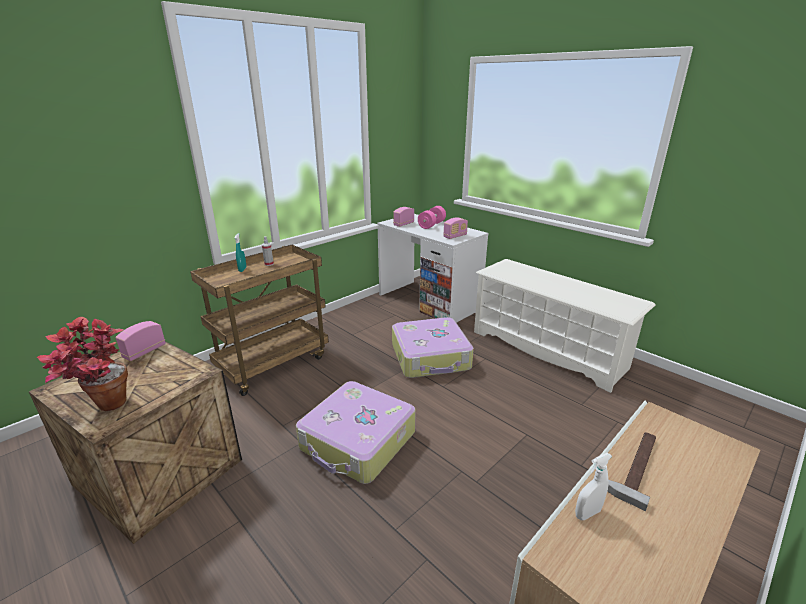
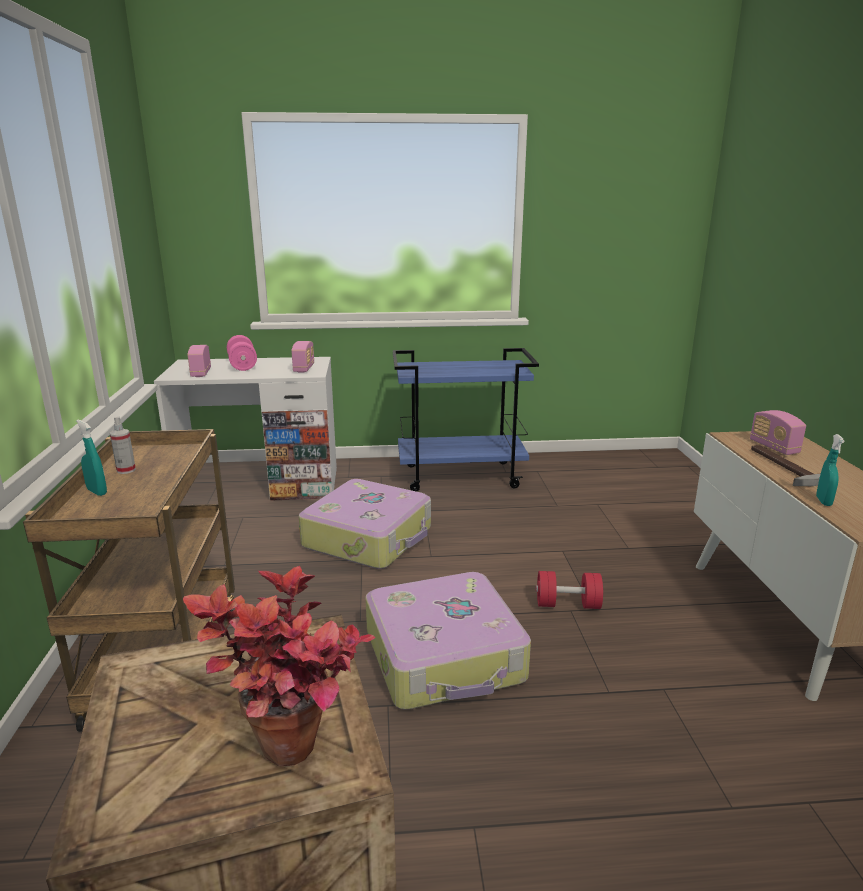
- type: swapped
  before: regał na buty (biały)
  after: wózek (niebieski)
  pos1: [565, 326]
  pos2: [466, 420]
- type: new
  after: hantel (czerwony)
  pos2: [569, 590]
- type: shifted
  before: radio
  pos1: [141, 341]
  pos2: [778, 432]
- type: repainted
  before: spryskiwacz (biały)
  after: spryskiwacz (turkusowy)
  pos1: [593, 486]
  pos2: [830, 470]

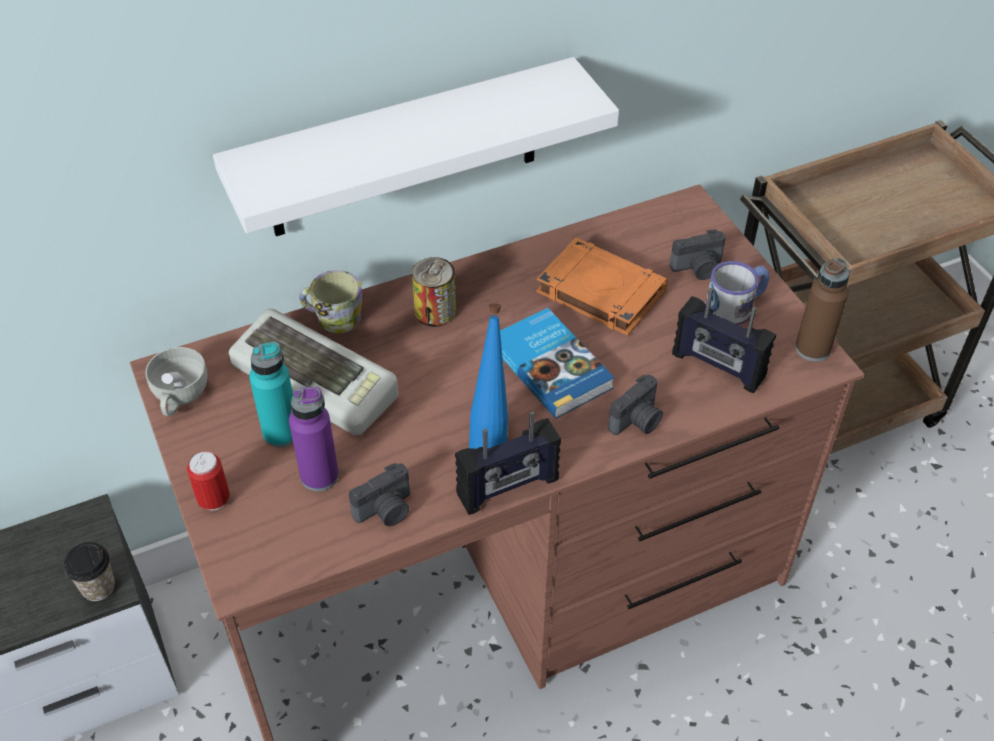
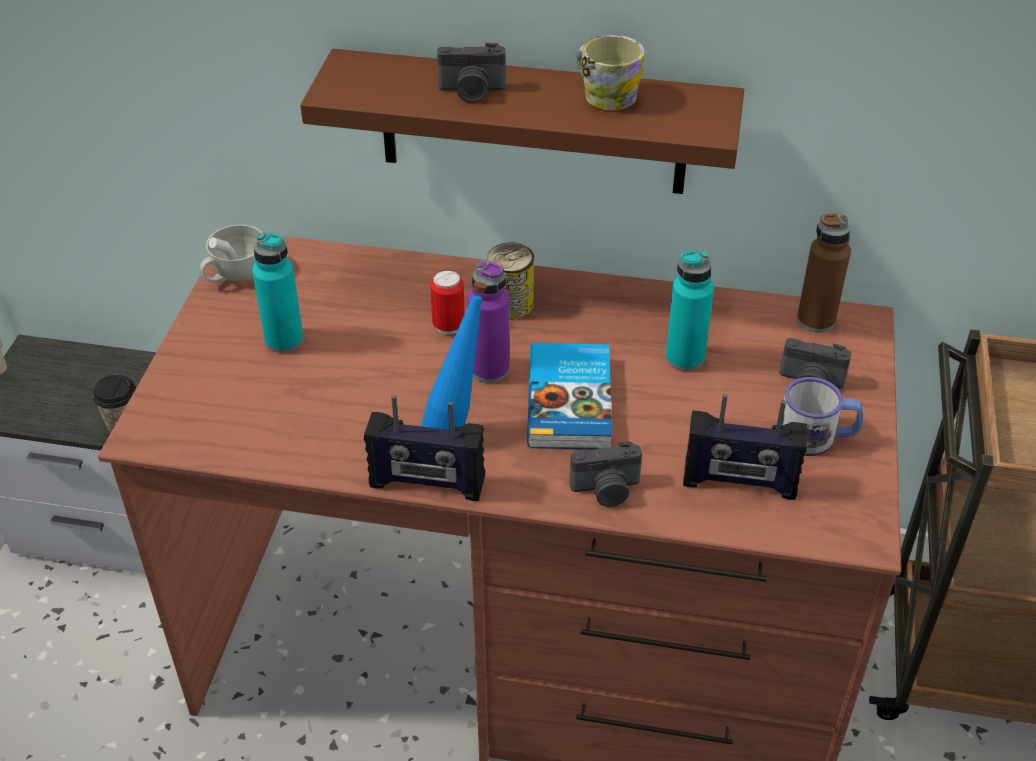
- type: repainted
  before: półka (biały)
  after: półka (brązowy)
  pos1: [416, 146]
  pos2: [522, 121]
- type: shifted
  before: puszka
  pos1: [208, 481]
  pos2: [447, 302]
- type: shifted
  before: aparat fotograficzny
  pos1: [379, 494]
  pos2: [471, 73]
- type: shifted
  before: butelka (fioletowy)
  pos1: [314, 439]
  pos2: [488, 321]
- type: shifted
  before: kubek
  pos1: [330, 301]
  pos2: [610, 72]
- type: swapped
  before: książka (pomarańczowy)
  after: butelka (turkusowy)
  pos1: [602, 287]
  pos2: [689, 310]
- type: rotated
  before: radio
  pos1: [724, 340]
  pos2: [745, 447]
  turn: -60
- type: shifted
  before: butelka (brązowy)
  pos1: [822, 310]
  pos2: [824, 273]
- type: gone
  before: klawiatura
  pos1: [313, 372]

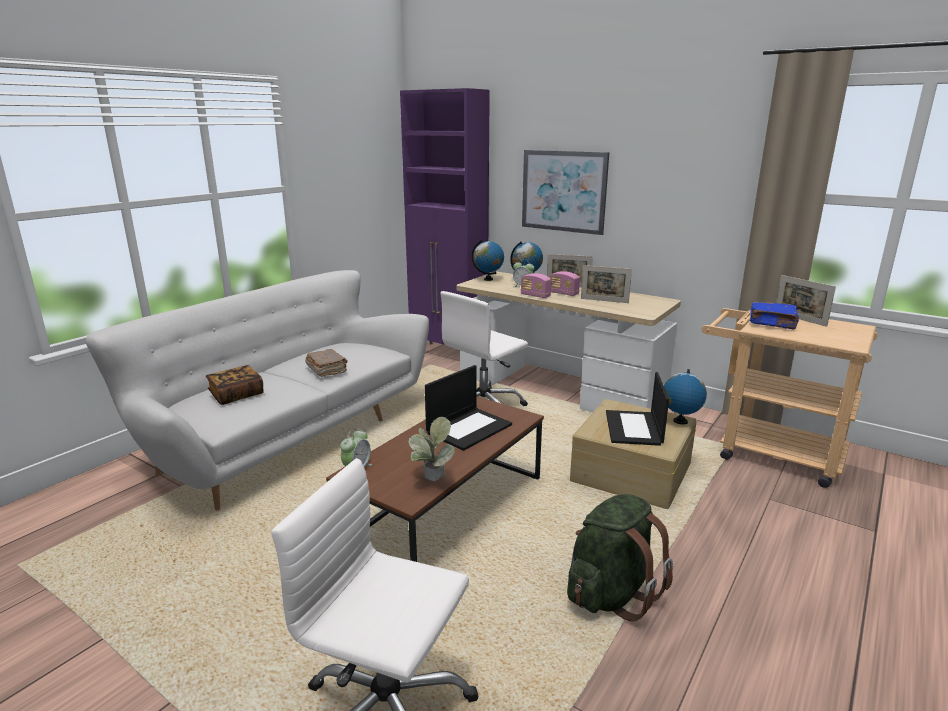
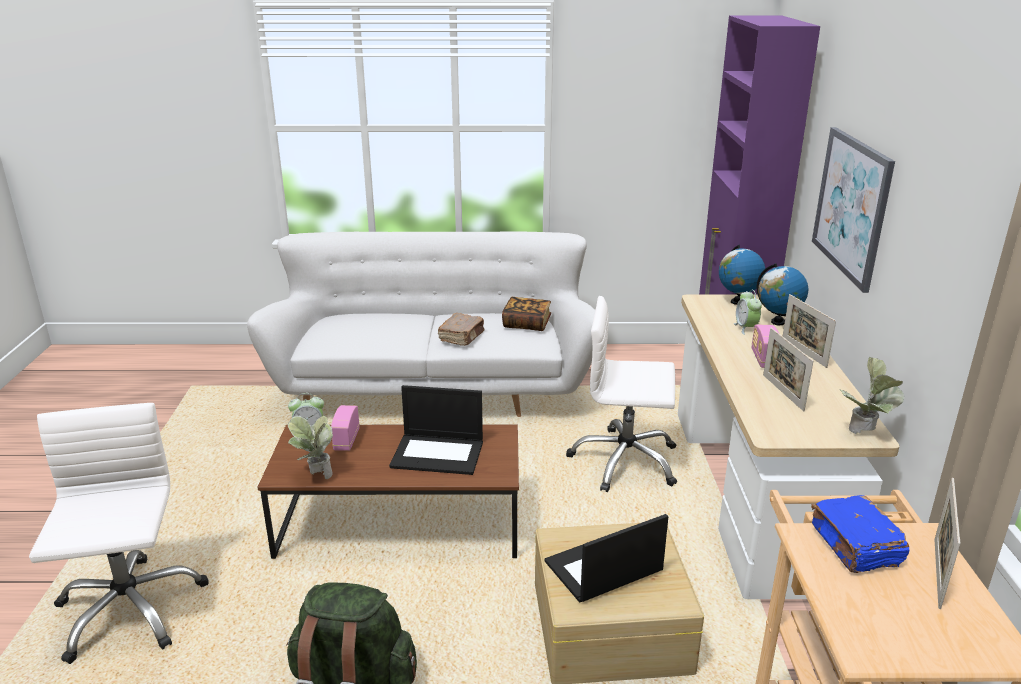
- type: shifted
  before: radio
  pos1: [536, 285]
  pos2: [345, 428]
- type: shifted
  before: książka
  pos1: [235, 385]
  pos2: [526, 314]
- type: new
  after: roślina doniczkowa
  pos2: [872, 395]
- type: gone
  before: globus
  pos1: [685, 396]

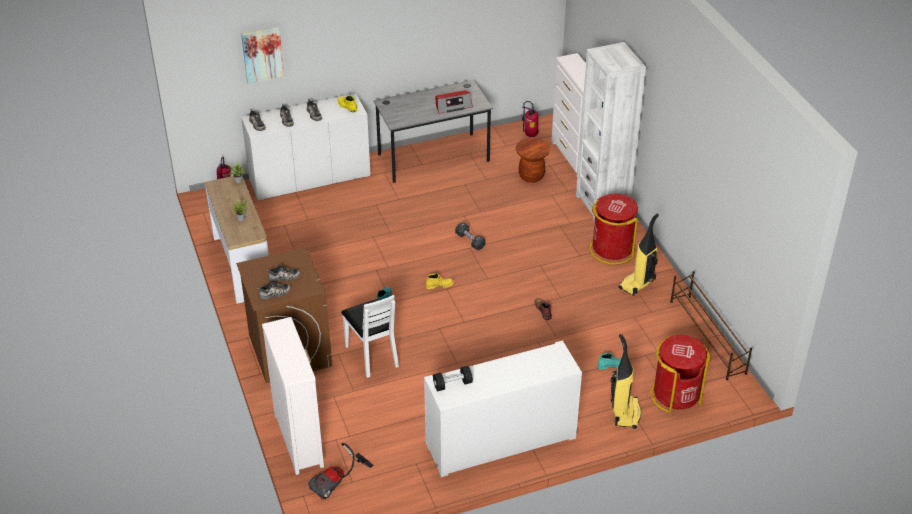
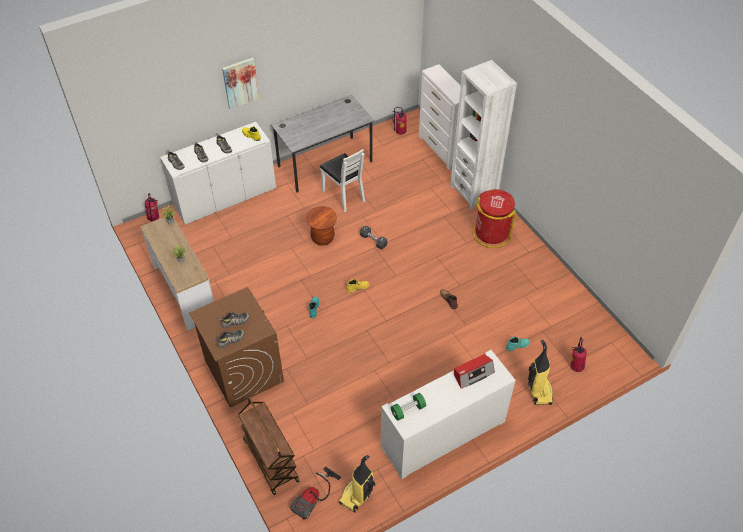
- type: shifted
  before: obraz
  pos1: [262, 55]
  pos2: [240, 84]
- type: swapped
  before: komoda (biały)
  after: wózek (brązowy)
  pos1: [293, 396]
  pos2: [269, 446]
- type: shifted
  before: stołek (brązowy)
  pos1: [533, 160]
  pos2: [321, 226]
- type: shifted
  before: krzesło (biały)
  pos1: [370, 336]
  pos2: [342, 180]
- type: shifted
  before: odkurzacz
  pos1: [639, 255]
  pos2: [357, 484]
- type: repainted
  before: hantel (czarny)
  after: hantel (zielony)
  pos1: [453, 378]
  pos2: [408, 407]
- type: shifted
  before: radio
  pos1: [454, 102]
  pos2: [474, 371]
- type: swapped
  before: kosz na śmieci (czerwony)
  after: gaśnica
  pos1: [680, 374]
  pos2: [579, 354]
- type: gone
  before: regał na buty (brązowy)
  pos1: [711, 325]

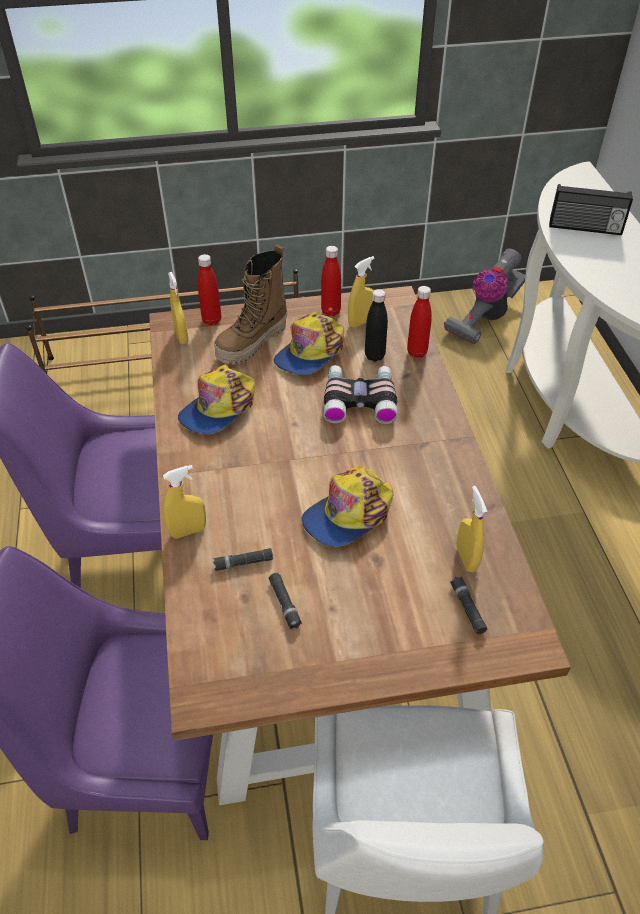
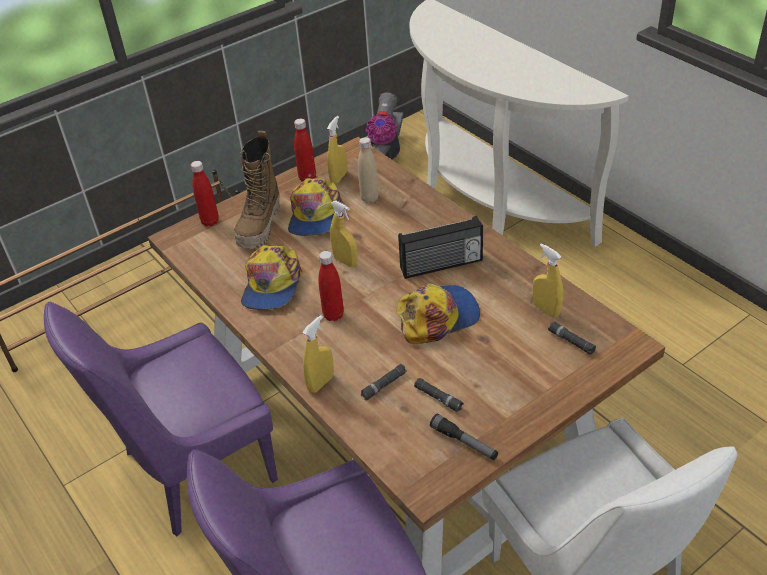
- type: shifted
  before: butelka (czerwony)
  pos1: [419, 322]
  pos2: [331, 286]
- type: shifted
  before: spryskiwacz (żółty)
  pos1: [178, 308]
  pos2: [344, 233]
- type: repainted
  before: butelka (czarny)
  after: butelka (beżowy)
  pos1: [376, 325]
  pos2: [368, 170]
- type: rotated
  before: czapka z daszkiem
  pos1: [347, 507]
  pos2: [438, 314]
  turn: -135
- type: shifted
  before: radio
  pos1: [591, 209]
  pos2: [440, 247]
- type: new
  after: latarka
  pos2: [464, 437]
- type: gone
  before: lornetka
  pos1: [361, 394]

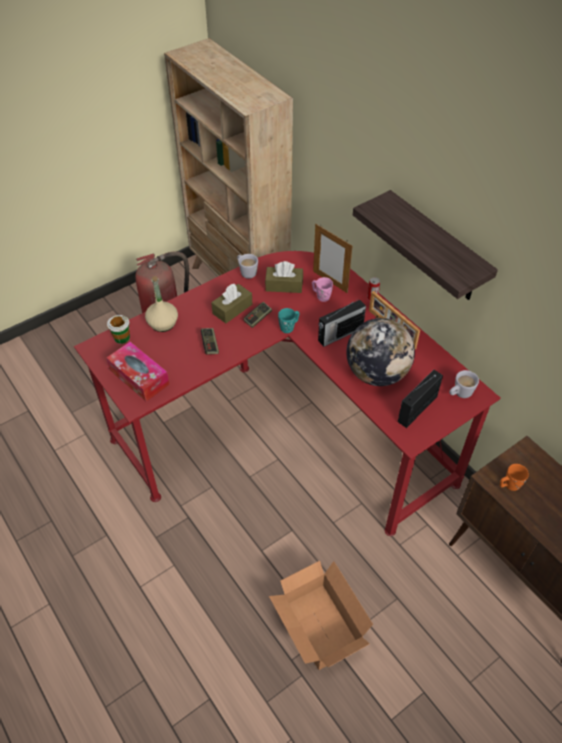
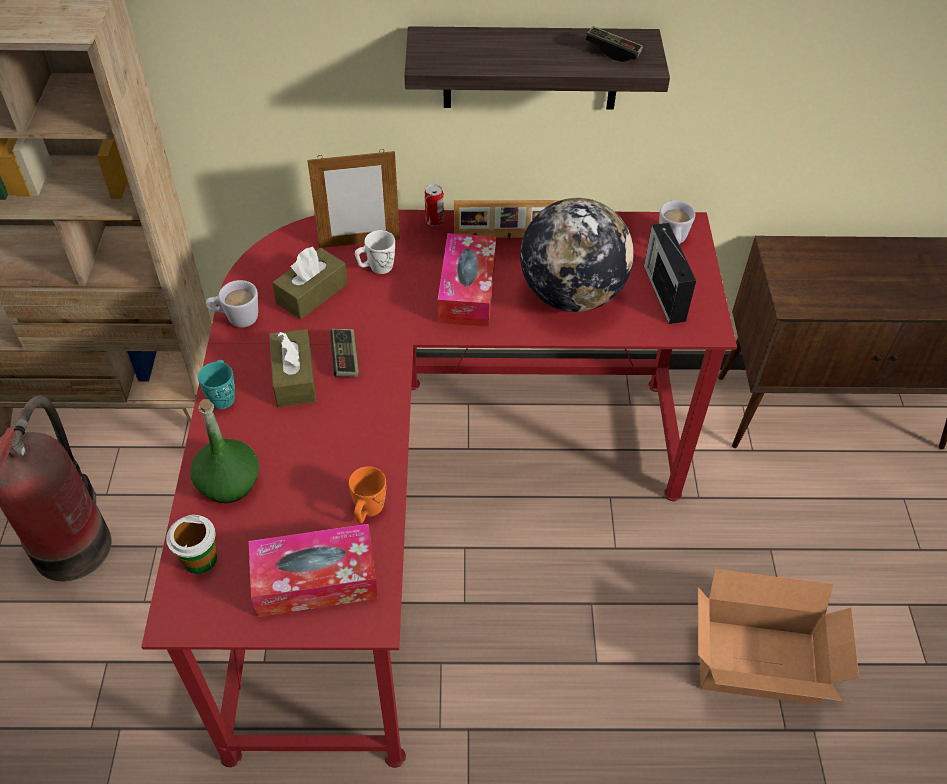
- type: repainted
  before: butelka (beżowy)
  after: butelka (zielony)
  pos1: [161, 304]
  pos2: [224, 451]
- type: shifted
  before: kubek (turkusowy)
  pos1: [289, 320]
  pos2: [216, 384]
- type: shifted
  before: kubek (pomarańczowy)
  pos1: [514, 477]
  pos2: [367, 494]
- type: repainted
  before: kubek (różowy)
  after: kubek (biały)
  pos1: [322, 289]
  pos2: [375, 252]
- type: swapped
  before: radio
  after: pudełko chusteczek
  pos1: [342, 323]
  pos2: [467, 280]
- type: shifted
  before: pad do gier
  pos1: [210, 341]
  pos2: [614, 44]

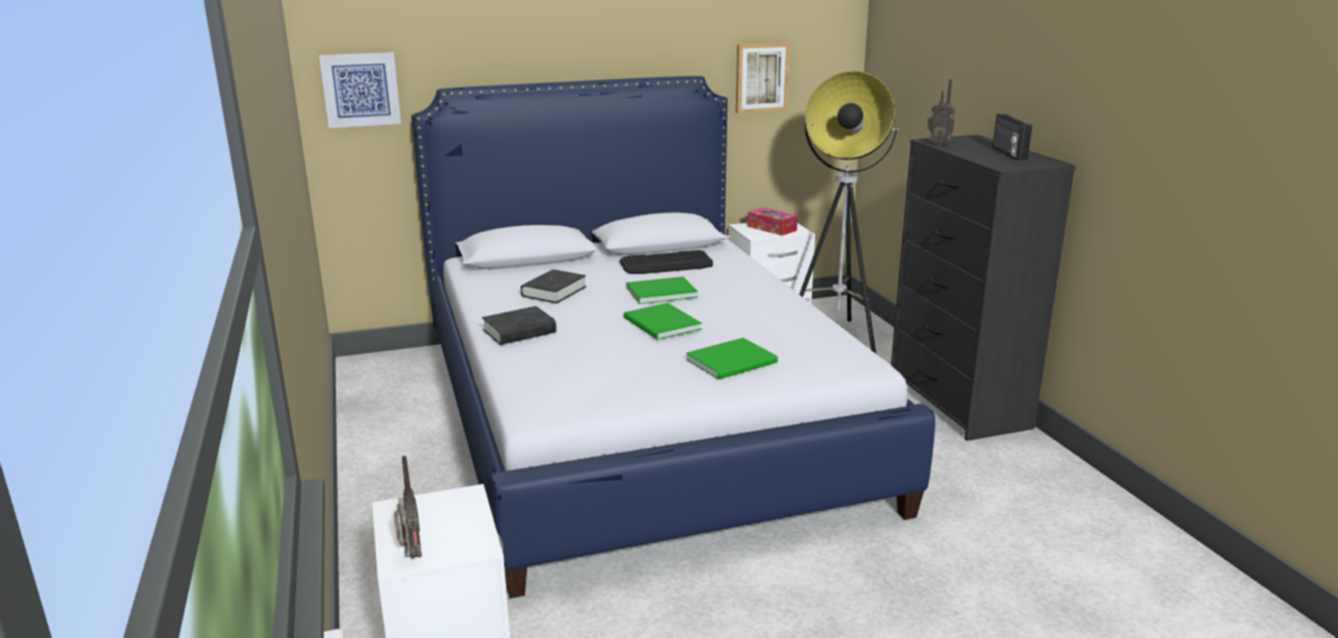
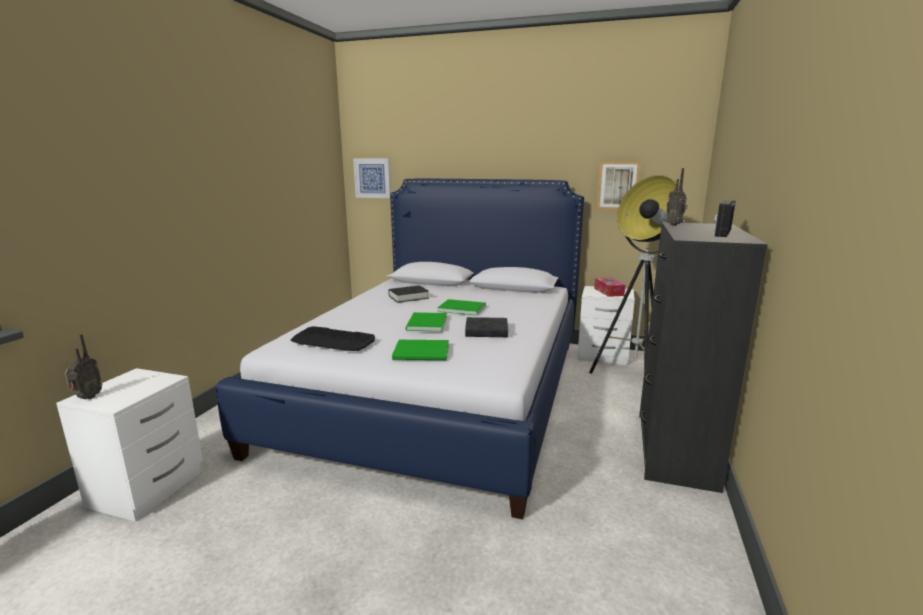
- type: shifted
  before: klawiatura
  pos1: [666, 262]
  pos2: [333, 338]
- type: shifted
  before: książka (czarny)
  pos1: [519, 325]
  pos2: [486, 327]

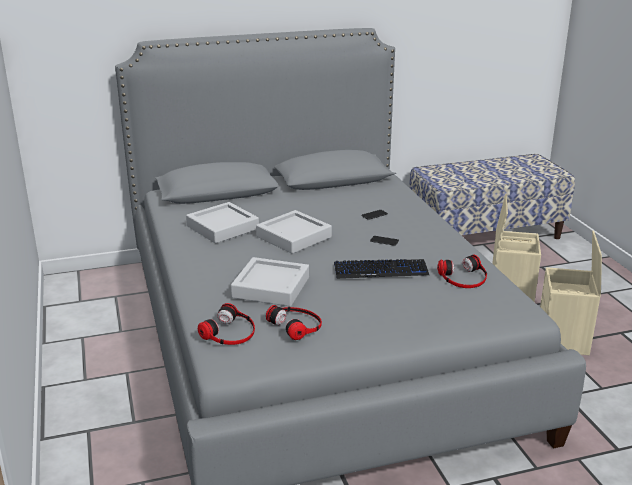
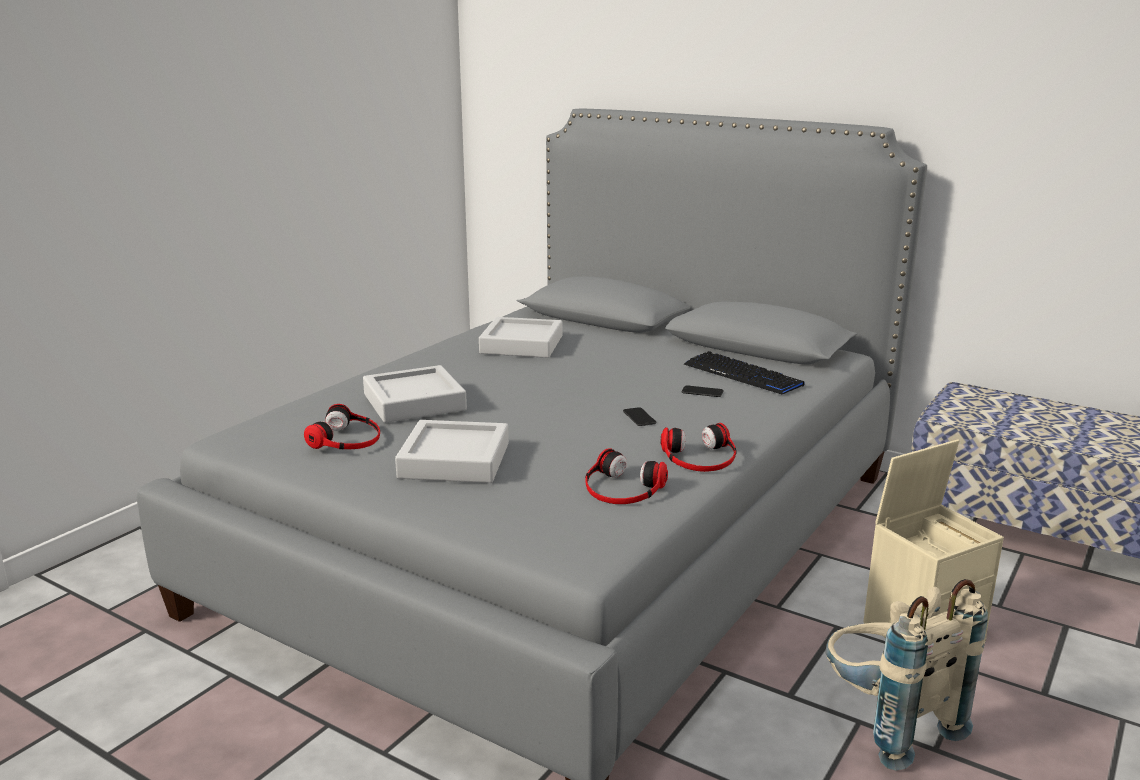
- type: shifted
  before: taca (szary)
  pos1: [294, 232]
  pos2: [452, 451]
- type: shifted
  before: słuchawki
  pos1: [226, 324]
  pos2: [698, 447]
- type: shifted
  before: klawiatura
  pos1: [381, 269]
  pos2: [744, 372]
- type: swapped
  before: pojemnik do przechowywania (beżowy)
  after: plecak (beżowy)
  pos1: [571, 293]
  pos2: [907, 675]

